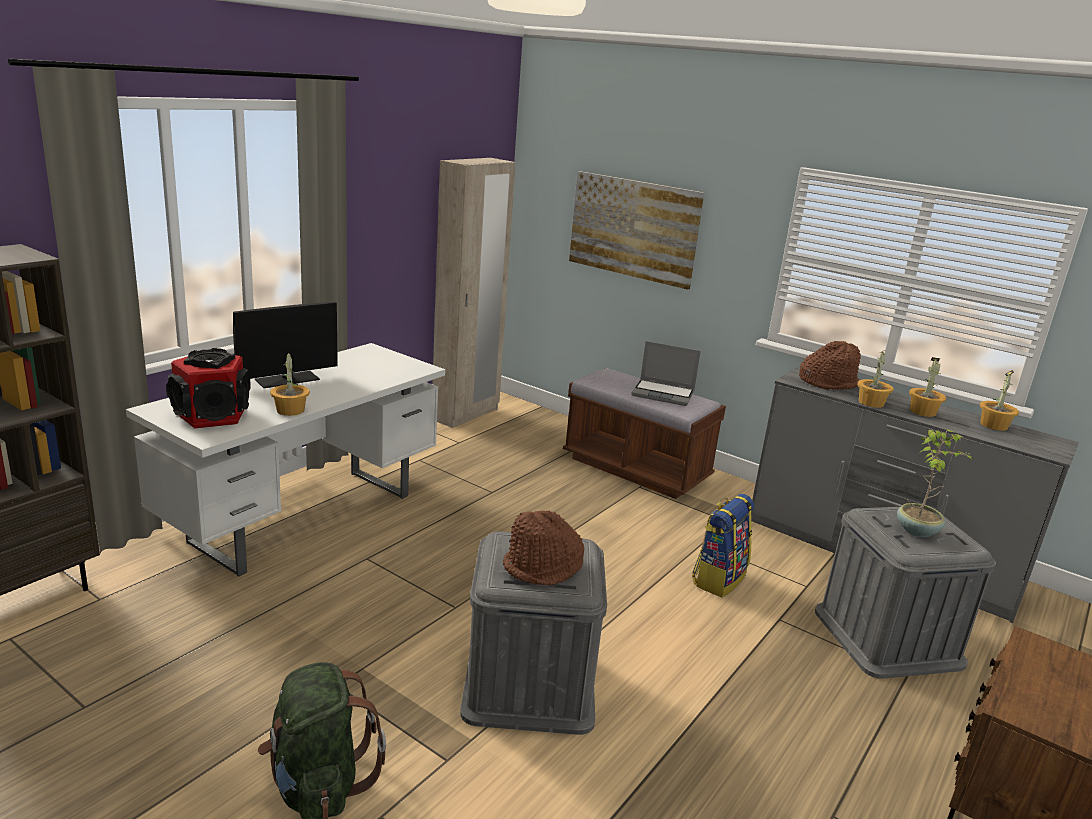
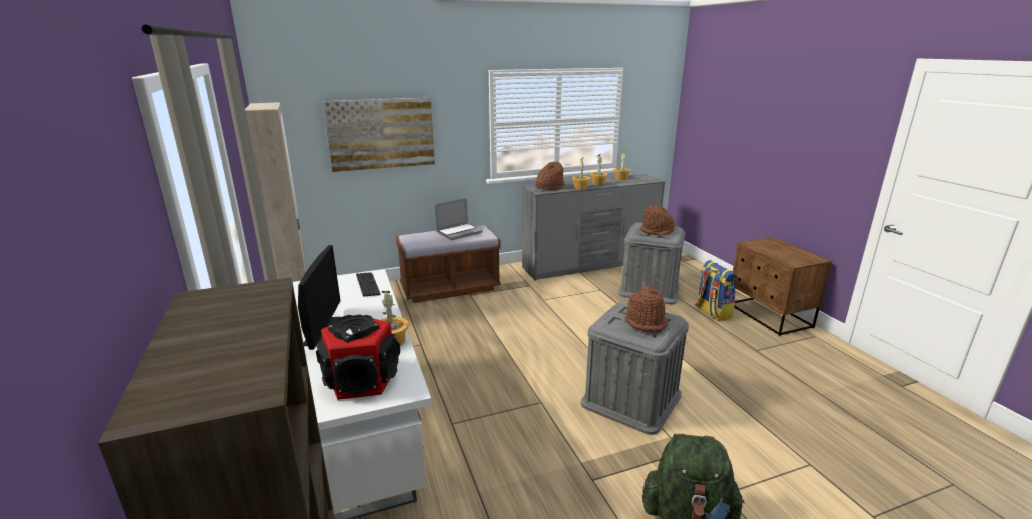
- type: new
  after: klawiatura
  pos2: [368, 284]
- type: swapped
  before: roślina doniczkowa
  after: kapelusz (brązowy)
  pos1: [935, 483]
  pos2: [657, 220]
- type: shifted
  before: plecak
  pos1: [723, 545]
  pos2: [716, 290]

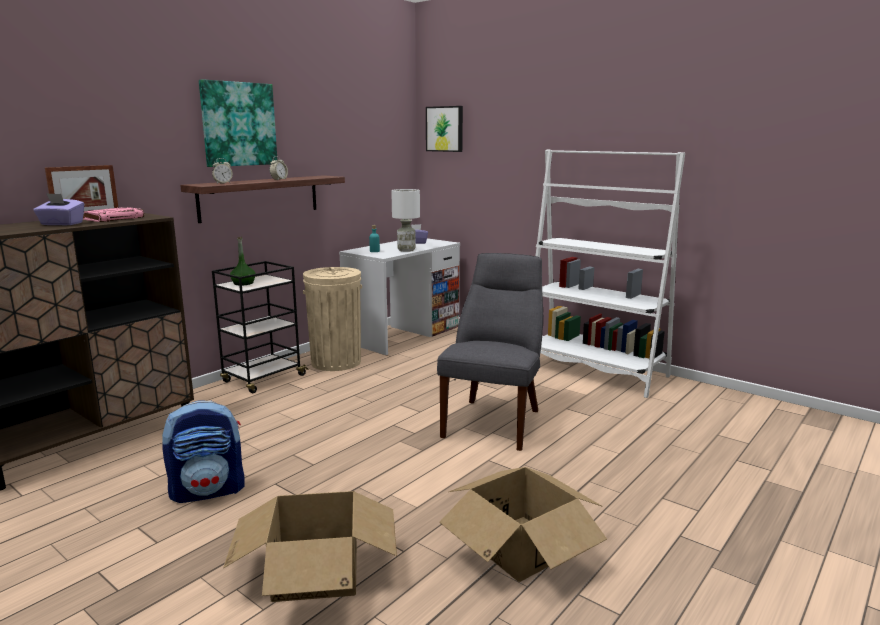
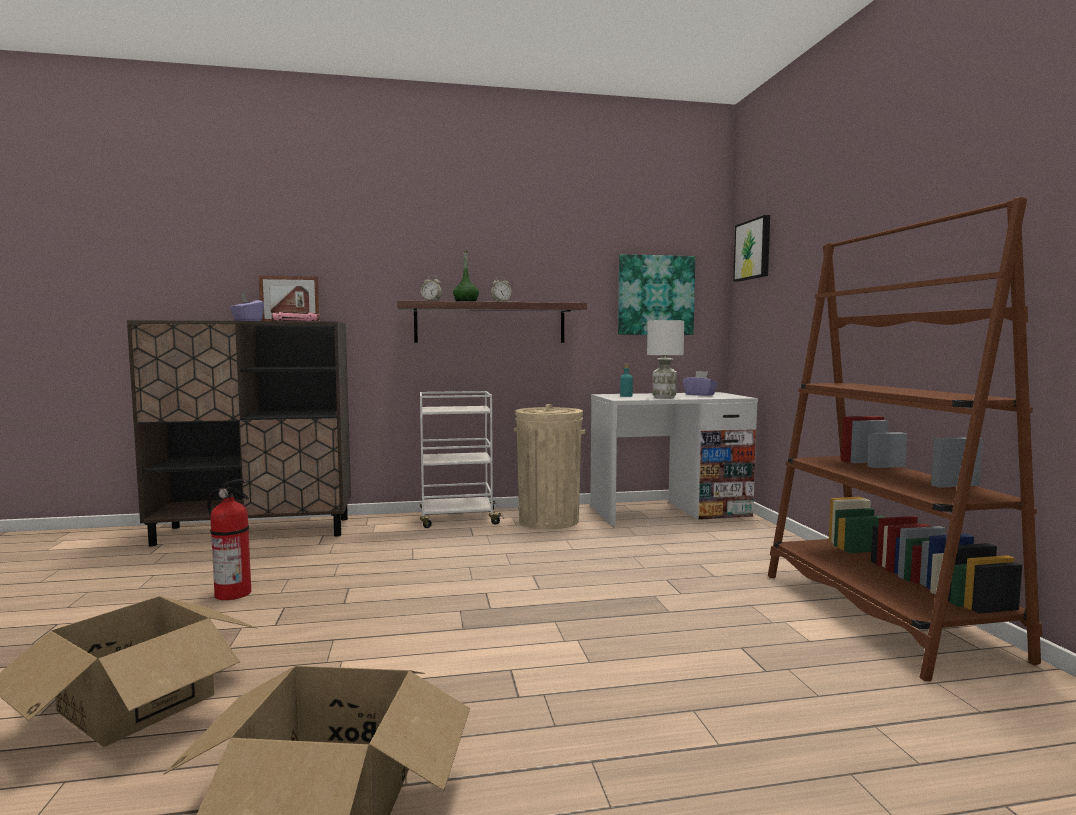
- type: swapped
  before: plecak
  after: gaśnica
  pos1: [203, 451]
  pos2: [229, 539]
- type: repainted
  before: wózek (czarny)
  after: wózek (biały)
  pos1: [260, 327]
  pos2: [462, 459]
- type: shifted
  before: butelka (zielony)
  pos1: [243, 261]
  pos2: [466, 276]
- type: shifted
  before: obraz
  pos1: [238, 123]
  pos2: [656, 294]
- type: repainted
  before: regał (biały)
  after: regał (brązowy)
  pos1: [610, 274]
  pos2: [905, 439]
- type: gone
  before: krzesło (szary)
  pos1: [490, 352]

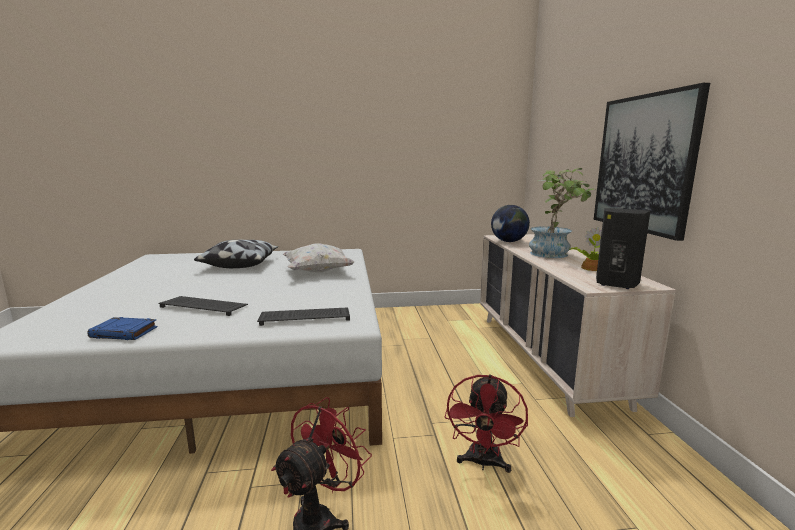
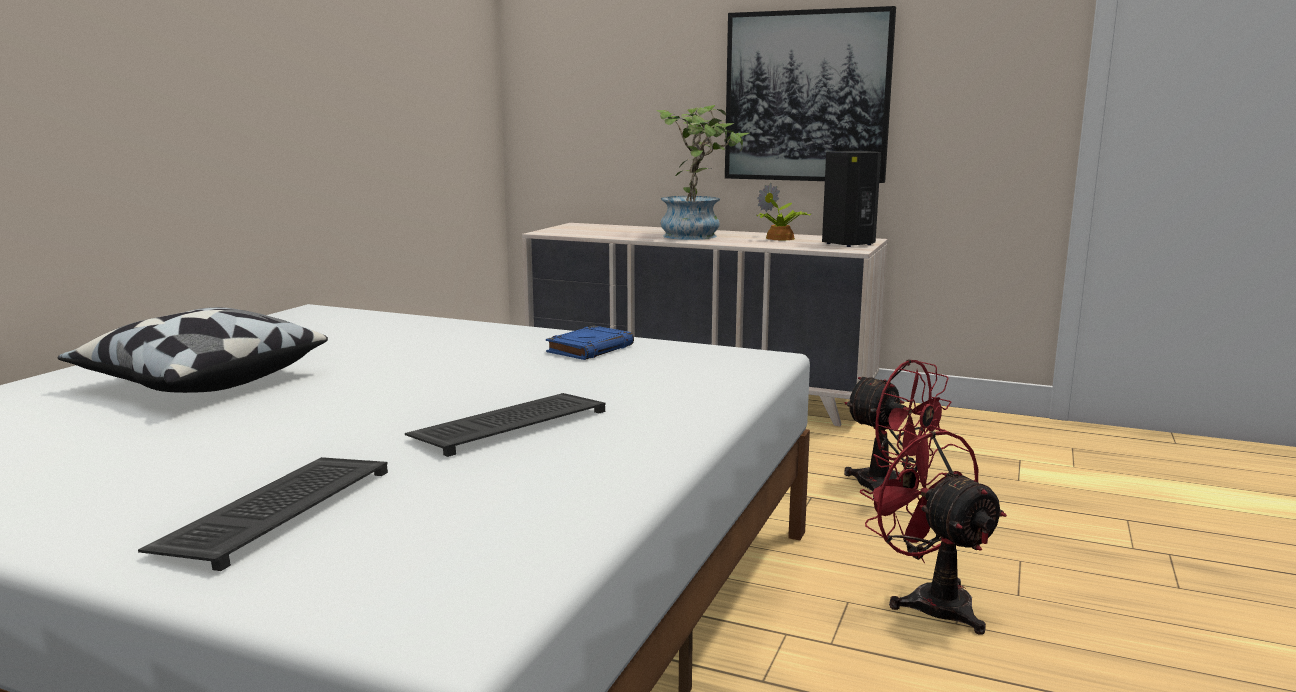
- type: shifted
  before: klawiatura
  pos1: [303, 316]
  pos2: [263, 514]
- type: shifted
  before: książka (niebieski)
  pos1: [122, 328]
  pos2: [590, 343]
- type: gone
  before: poduszka (biały)
  pos1: [318, 257]
- type: gone
  before: globus
  pos1: [510, 223]

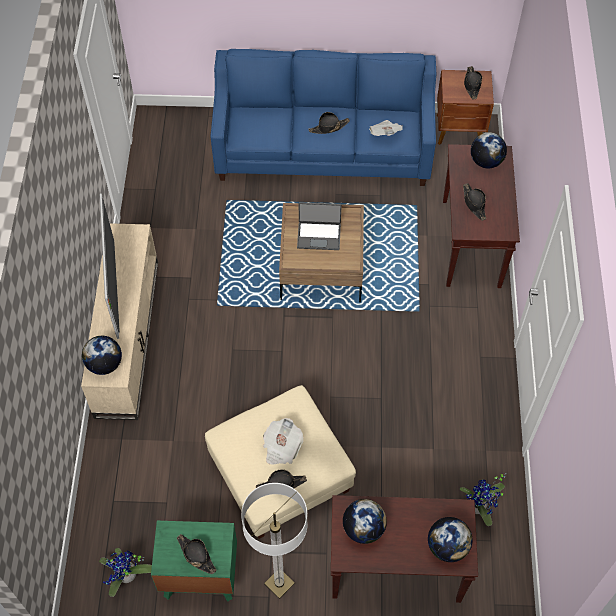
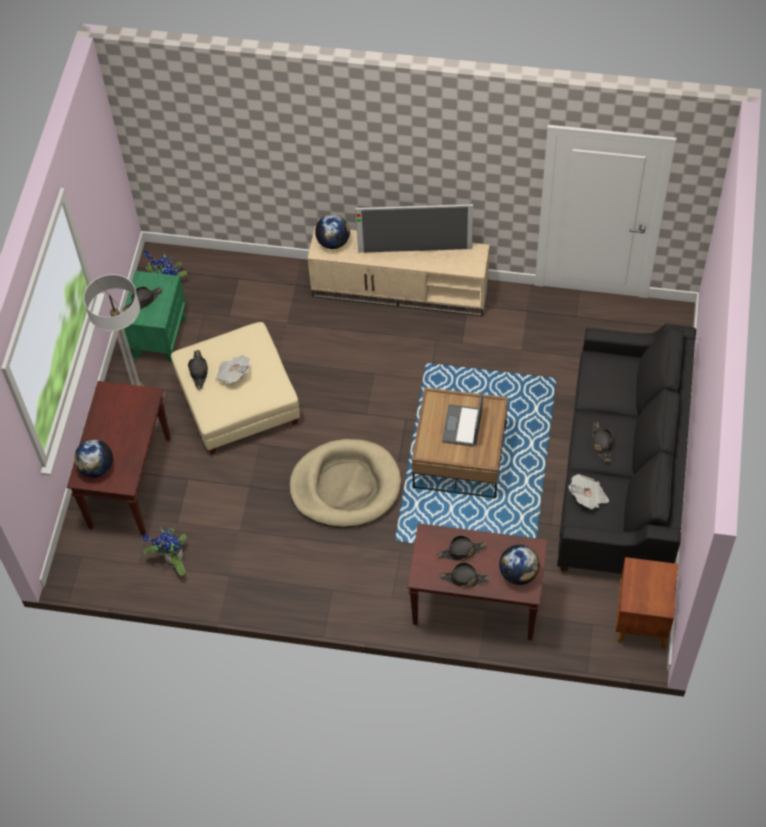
- type: new
  after: legowisko (beżowy)
  pos2: [345, 483]
- type: shifted
  before: kapelusz (czarny)
  pos1: [473, 82]
  pos2: [464, 574]
- type: repainted
  before: kanapa (niebieski)
  after: kanapa (czarny)
  pos1: [323, 117]
  pos2: [626, 449]
- type: gone
  before: globus
  pos1: [365, 521]

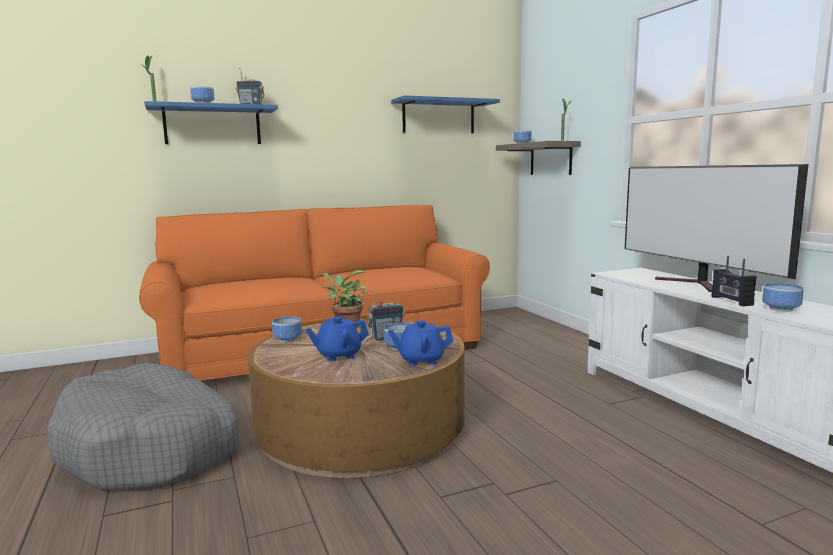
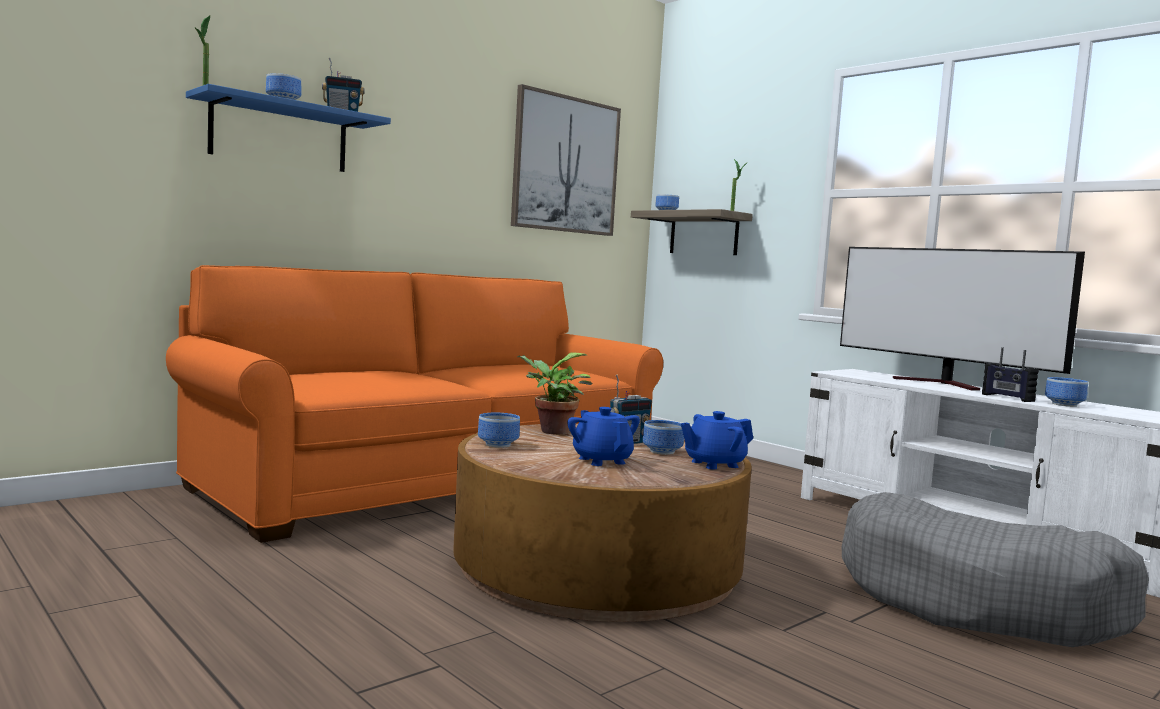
- type: swapped
  before: półka (niebieski)
  after: obraz
  pos1: [445, 114]
  pos2: [566, 160]
- type: rotated
  before: imbryk (niebieski)
  pos1: [337, 339]
  pos2: [603, 436]
  turn: 105
- type: shifted
  before: legowisko (szary)
  pos1: [144, 426]
  pos2: [995, 569]

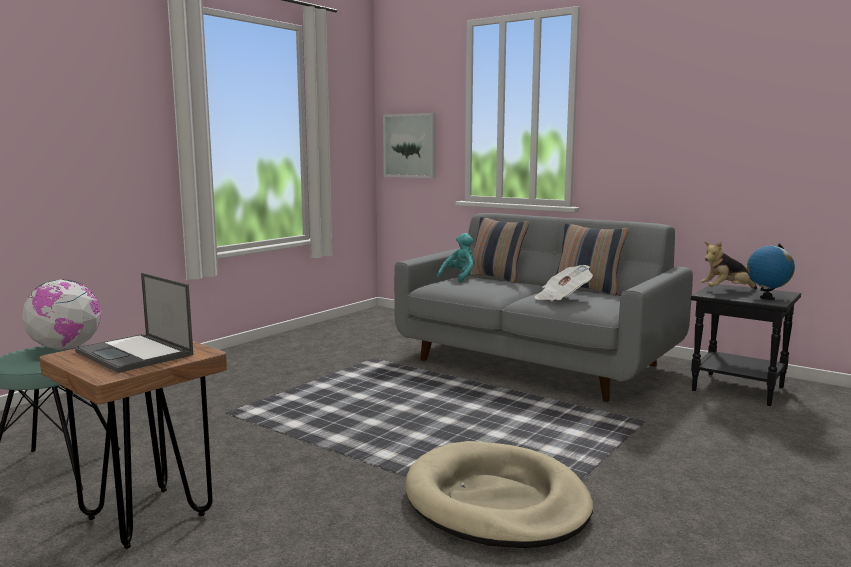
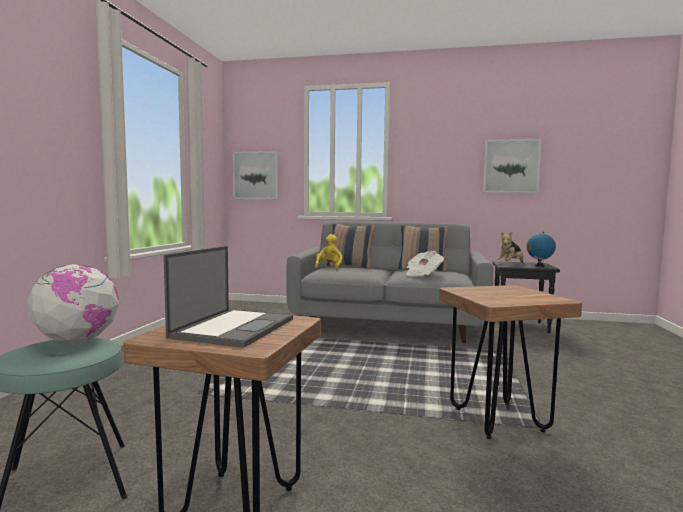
- type: rotated
  before: laptop
  pos1: [134, 323]
  pos2: [228, 297]
  turn: -90
- type: repainted
  before: pluszak (turkusowy)
  after: pluszak (żółty)
  pos1: [455, 258]
  pos2: [329, 252]
- type: swapped
  before: legowisko (beżowy)
  after: stołek (brązowy)
  pos1: [499, 494]
  pos2: [510, 362]
- type: new
  after: obraz
  pos2: [512, 166]

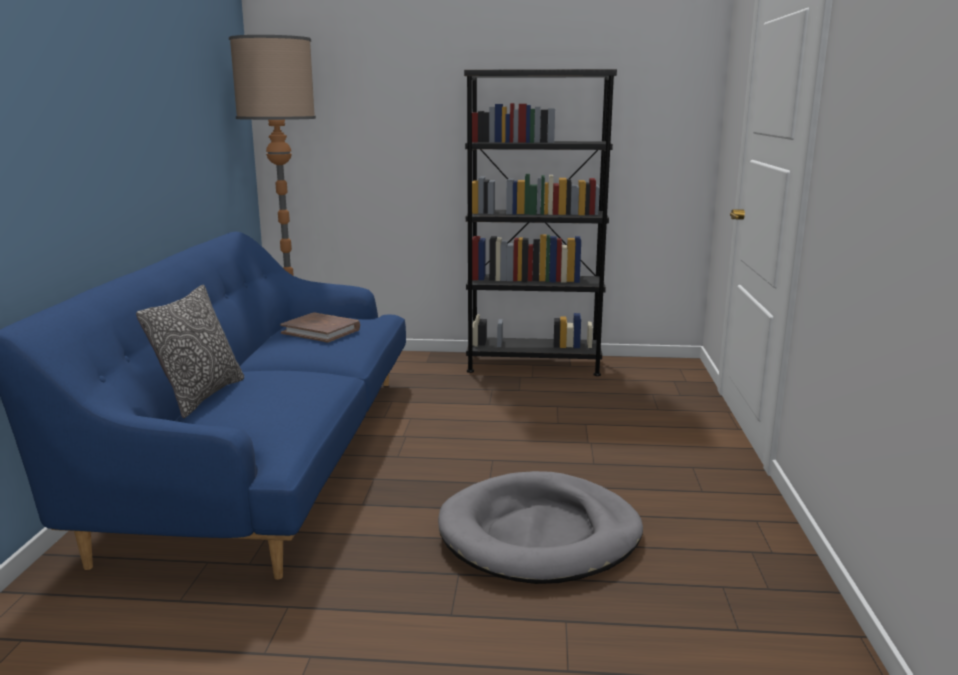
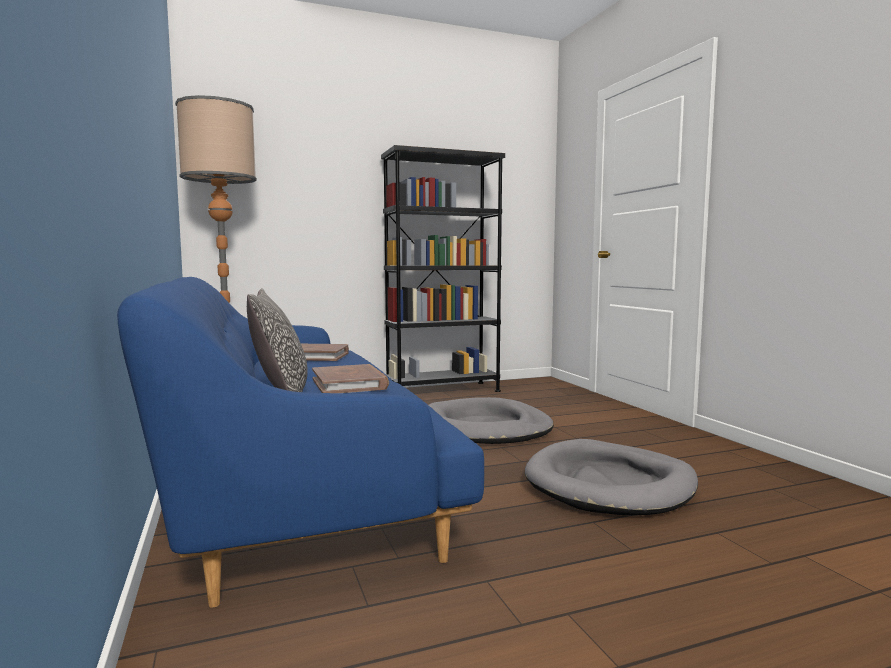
- type: new
  after: książka (brązowy)
  pos2: [350, 378]
- type: new
  after: legowisko (szary)
  pos2: [491, 420]

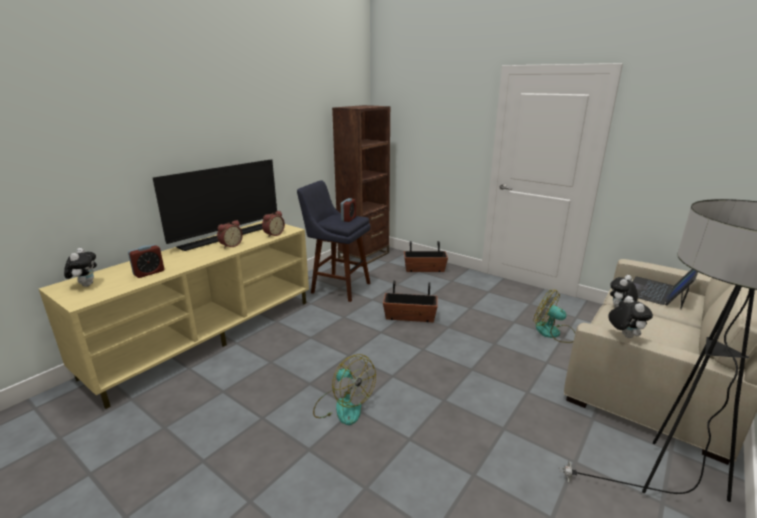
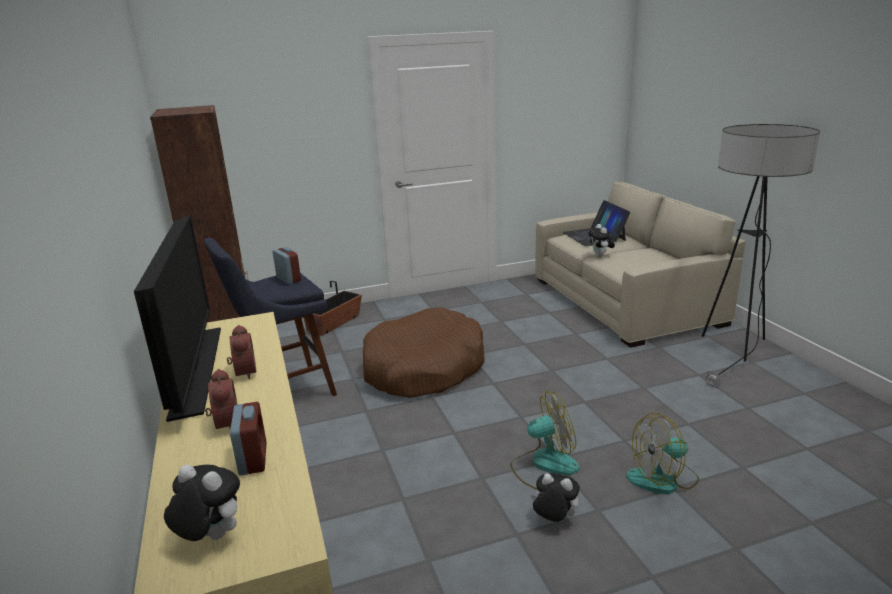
- type: shifted
  before: budzik
  pos1: [273, 224]
  pos2: [221, 399]
- type: swapped
  before: donica
  after: legowisko (brązowy)
  pos1: [410, 301]
  pos2: [424, 352]
- type: shifted
  before: pluszak
  pos1: [630, 317]
  pos2: [555, 497]
- type: shifted
  before: wentylator
  pos1: [554, 316]
  pos2: [662, 453]

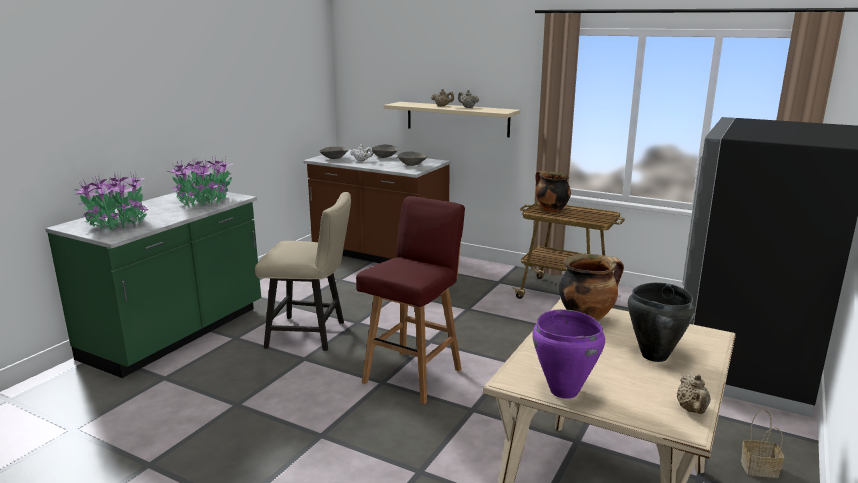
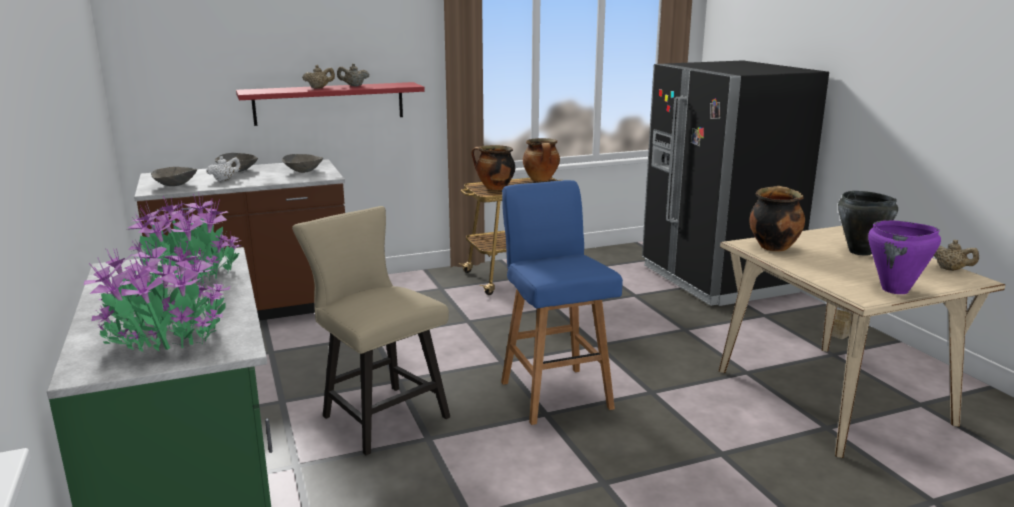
- type: repainted
  before: półka (beżowy)
  after: półka (czerwony)
  pos1: [452, 119]
  pos2: [330, 104]
- type: rotated
  before: krzesło (beżowy)
  pos1: [303, 271]
  pos2: [371, 330]
  turn: -90
- type: repainted
  before: stołek (czerwony)
  after: stołek (niebieski)
  pos1: [410, 300]
  pos2: [562, 302]
- type: new
  after: garnek
  pos2: [541, 159]

